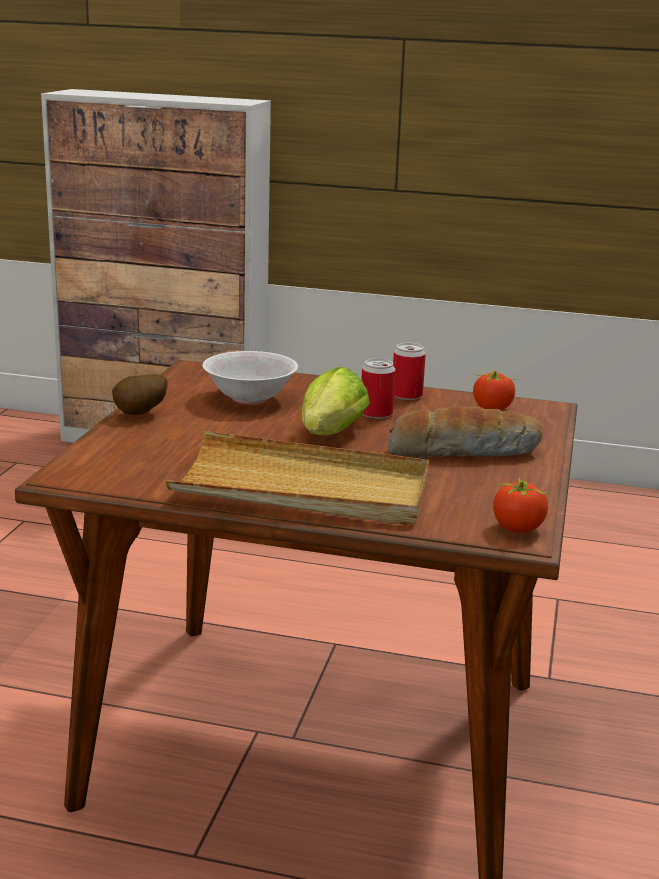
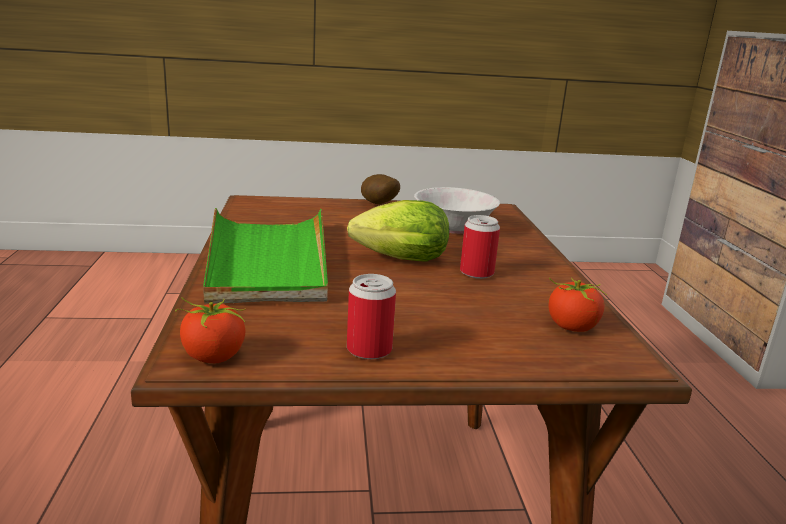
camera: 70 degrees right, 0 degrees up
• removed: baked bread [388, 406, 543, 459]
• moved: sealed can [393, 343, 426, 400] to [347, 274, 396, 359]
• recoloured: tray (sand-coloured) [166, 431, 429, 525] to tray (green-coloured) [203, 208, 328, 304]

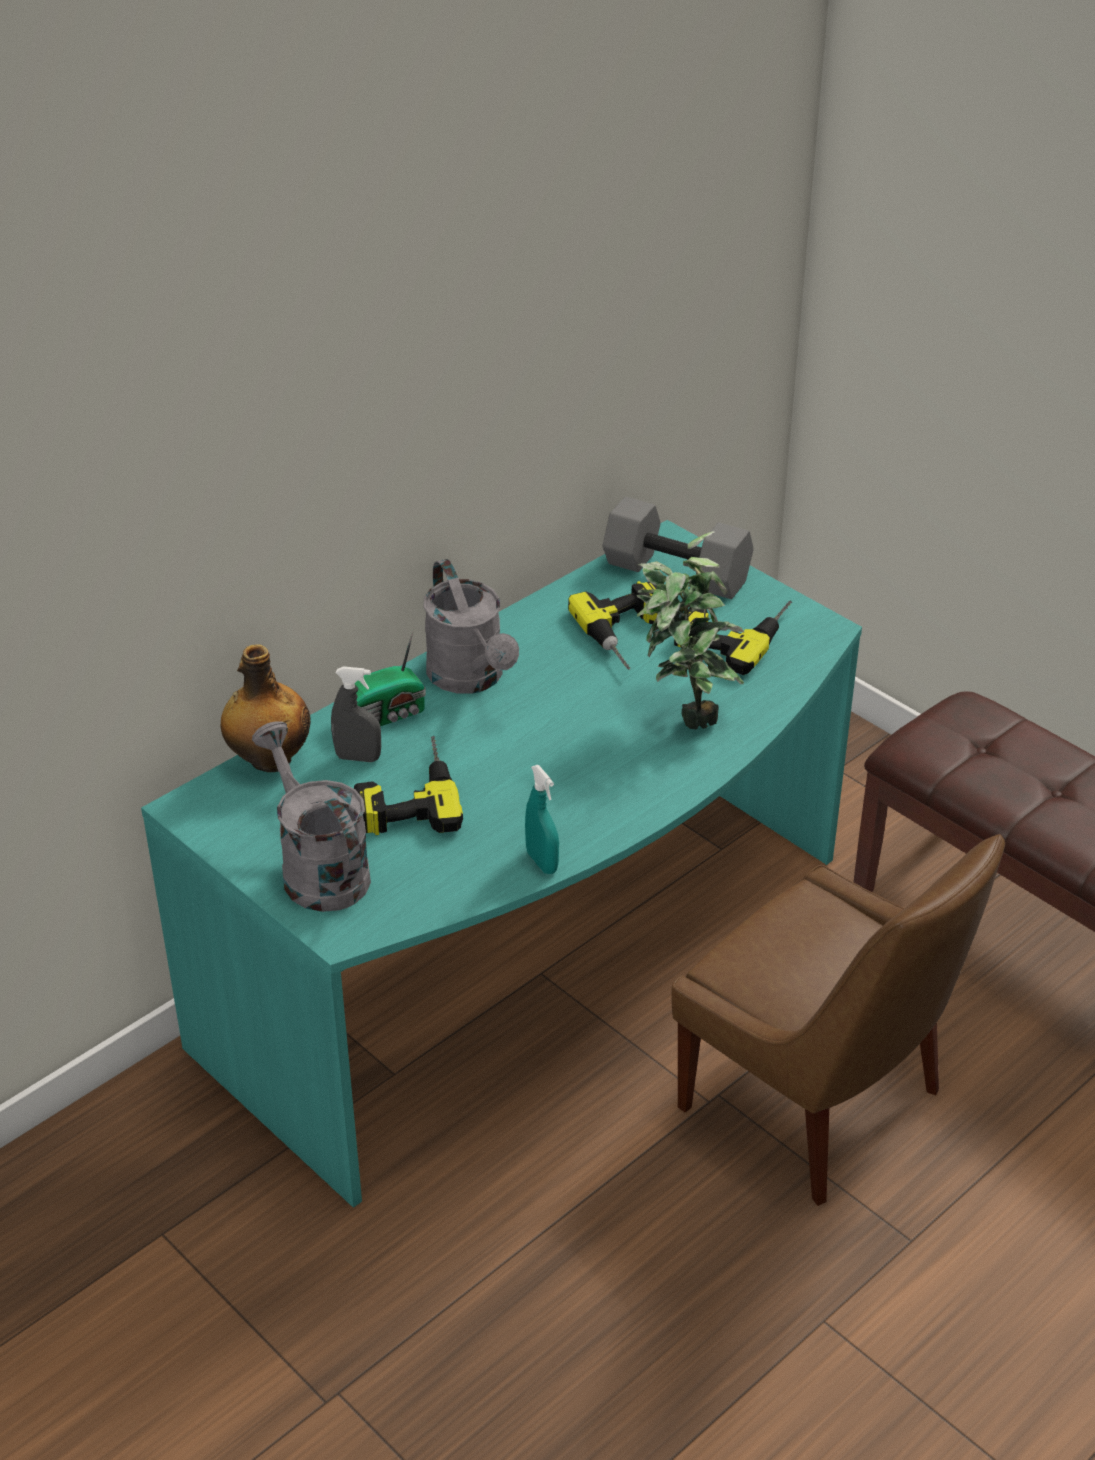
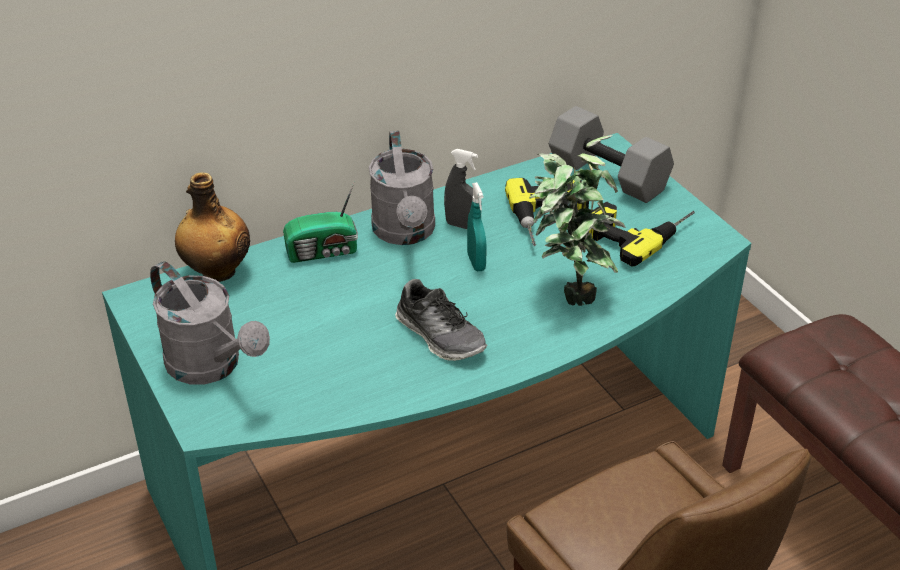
camera: 15 degrees right, 0 degrees up
• removed: electric drill [354, 736, 463, 835]
• added: item of footwear [395, 279, 488, 361]
• moved: sprayer (greyish) [331, 666, 381, 762] to [444, 149, 482, 229]
• moved: sprayer (blue-green) [525, 765, 559, 874] to [467, 182, 487, 271]
• turned: sprinkling can (greyish) [252, 721, 371, 912] = [150, 261, 270, 384] 150 degrees clockwise

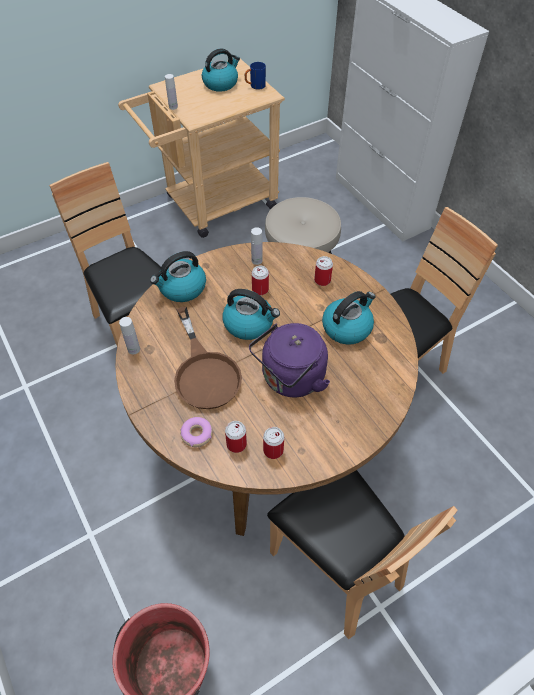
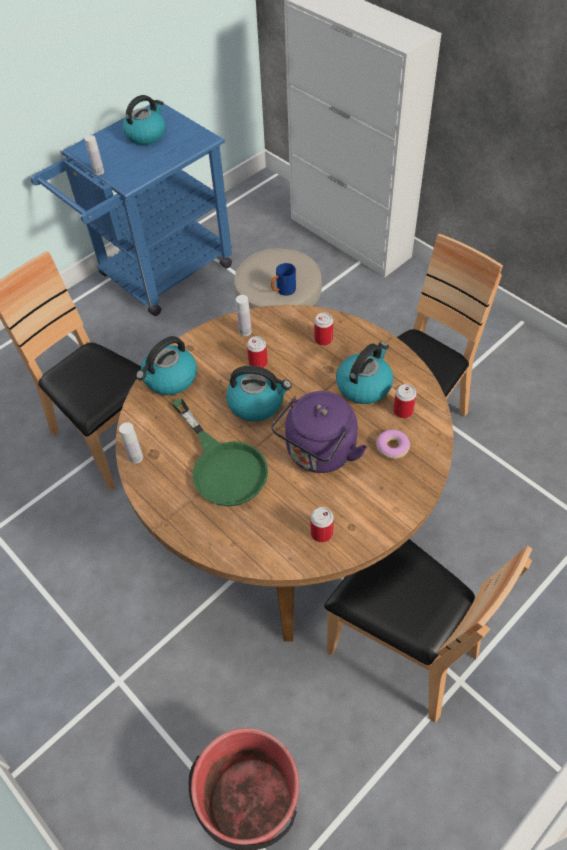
camera: 10 degrees left, 0 degrees up
• moved: ring doughnut [180, 417, 213, 447] to [376, 429, 410, 459]
• moved: sealed can [225, 421, 247, 453] to [393, 384, 417, 418]
• moved: coffee mug (blue) [245, 62, 266, 90] to [271, 263, 296, 296]
• recoloured: trolley (sand-coloured) [118, 59, 285, 238] to trolley (blue) [31, 103, 232, 316]
• recoloured: skillet (brown) [174, 307, 242, 409] to skillet (green-coloured) [172, 398, 268, 506]

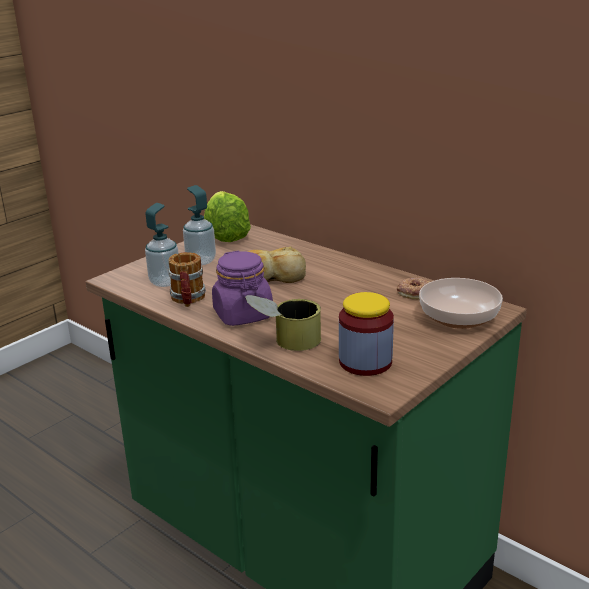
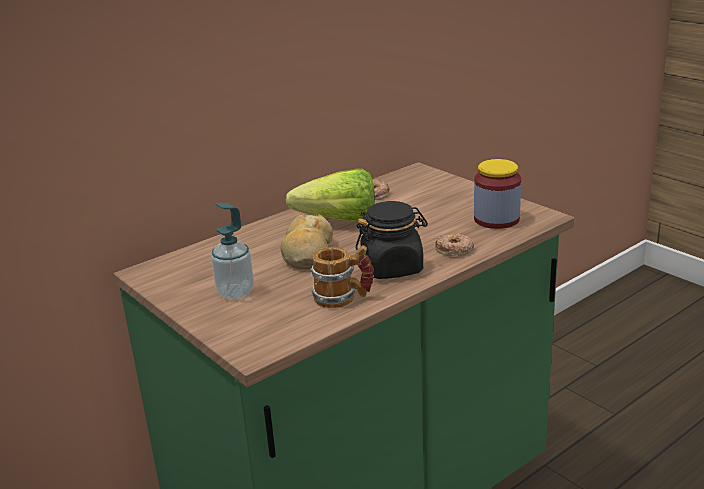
camera: 80 degrees left, 0 degrees up
• removed: soap bottle [145, 203, 179, 287]
• removed: deep dish [419, 278, 503, 329]
• moved: lettuce head [204, 191, 251, 242] to [286, 169, 375, 221]
• replaced: sealed can [245, 295, 321, 351] to ring doughnut [435, 233, 474, 256]
• recoloured: storage jar (purple) [212, 251, 273, 326] to storage jar (black-coloured) [356, 201, 428, 279]

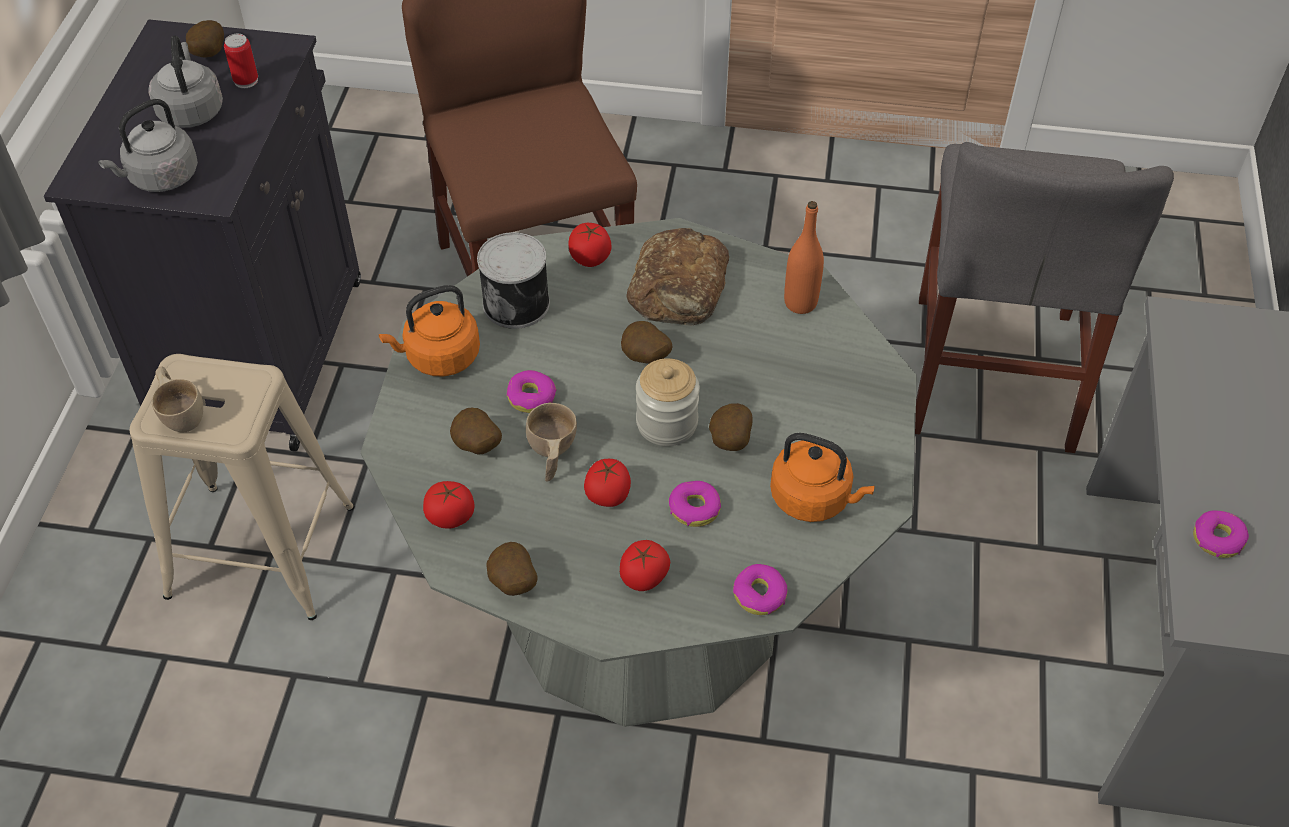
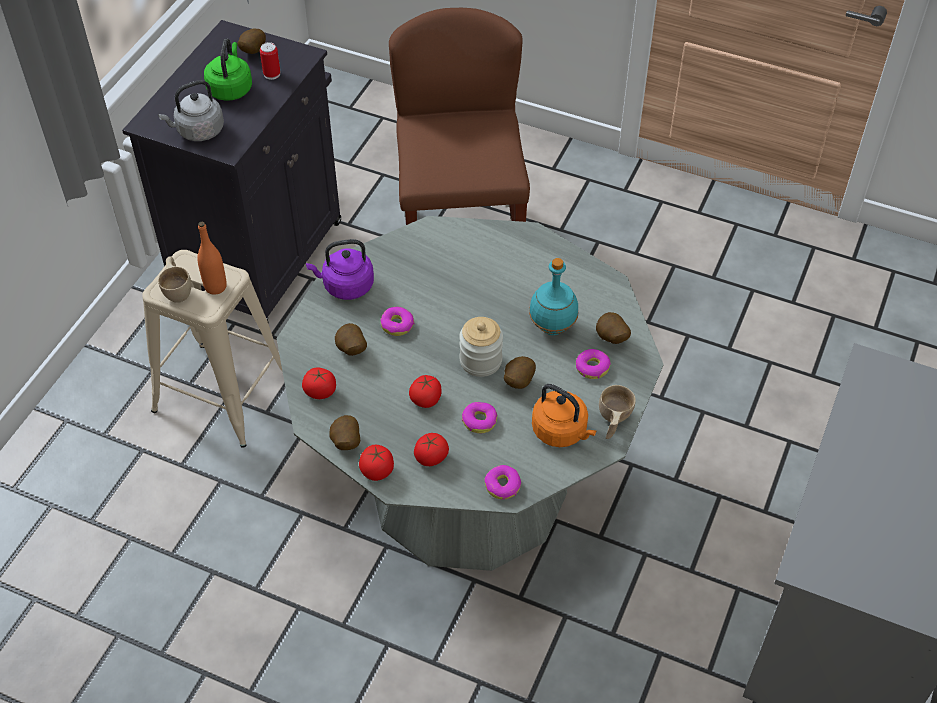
camera: 15 degrees right, 0 degrees up
• removed: sealed can [477, 232, 550, 329]
• removed: baked bread [626, 228, 729, 325]
• removed: plain chair (greyish) [915, 142, 1174, 453]
• added: bottle (blue-green) [529, 258, 578, 335]
• moved: cup (sand-coloured) [526, 403, 577, 482] to [599, 385, 636, 439]
• moved: whole tomato [568, 223, 611, 267] to [359, 445, 394, 481]
• moved: spud [621, 321, 672, 364] to [596, 312, 631, 344]
• moved: bottle (orange-coloured) [784, 201, 824, 314] to [197, 222, 227, 295]
• moved: ring doughnut [1193, 511, 1249, 558] to [576, 349, 611, 379]
• recoloured: tea kettle (greyish) [149, 36, 223, 128] to tea kettle (green-coloured) [204, 38, 252, 101]
• recoloured: tea kettle (orange-coloured) [379, 285, 480, 377] to tea kettle (purple) [306, 239, 374, 300]

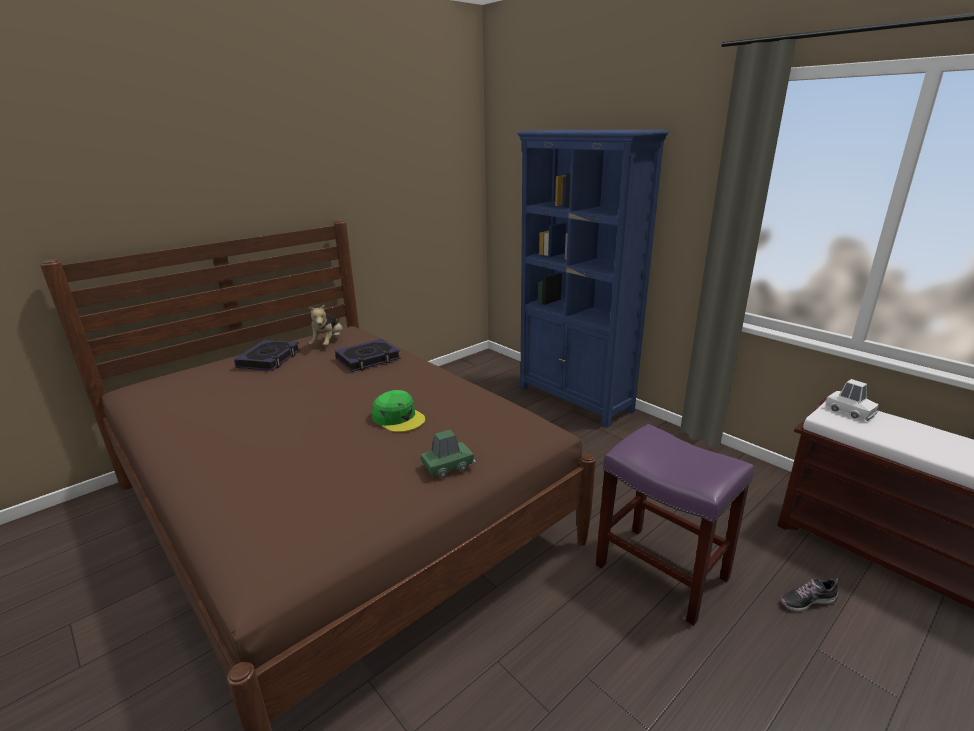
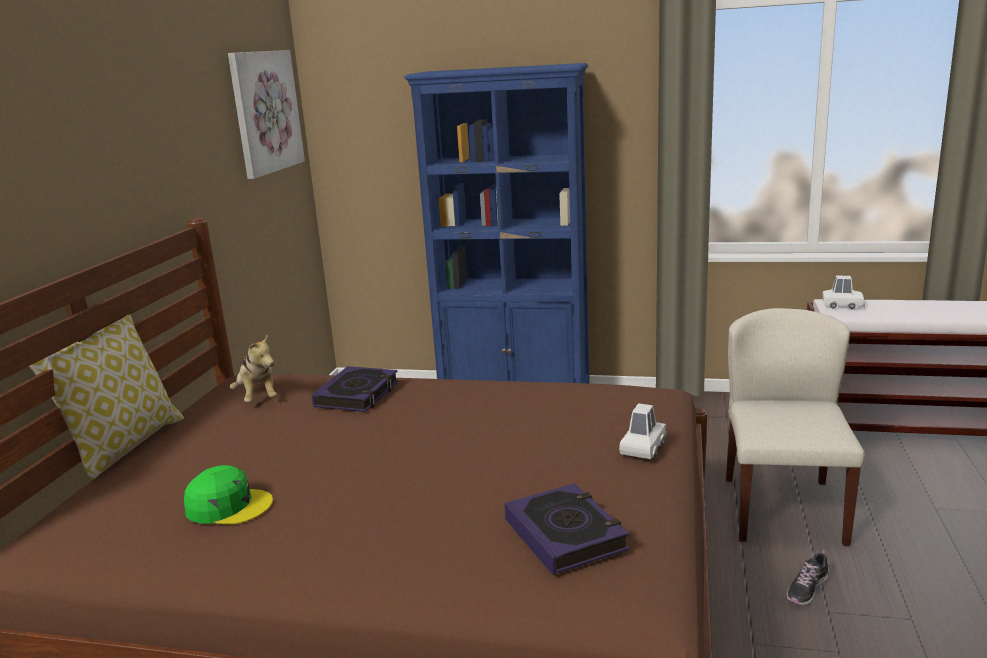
camera: 35 degrees left, 5 degrees down
• added: pillow [29, 314, 184, 481]
• added: picture [228, 50, 305, 179]
• moved: book [234, 340, 300, 371] to [504, 483, 629, 575]
• moved: baseball cap (green-coloured) [372, 390, 425, 432] to [184, 465, 273, 525]
• moved: item of footwear [780, 578, 839, 611] to [787, 550, 829, 605]
• replaced: stool (purple) [596, 424, 754, 626] to plain chair (sand-coloured) [726, 308, 865, 546]
• recoloured: toy car (green-coloured) [421, 430, 476, 477] to toy car (white-coloured) [619, 403, 667, 459]

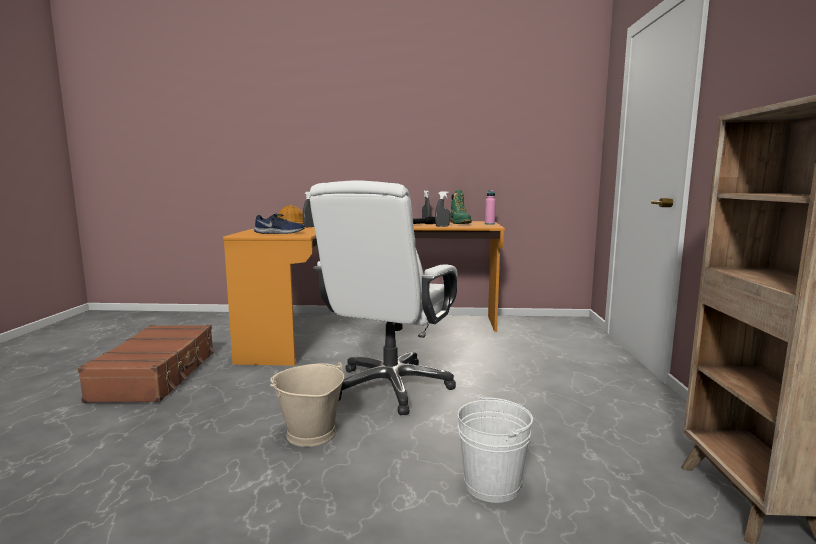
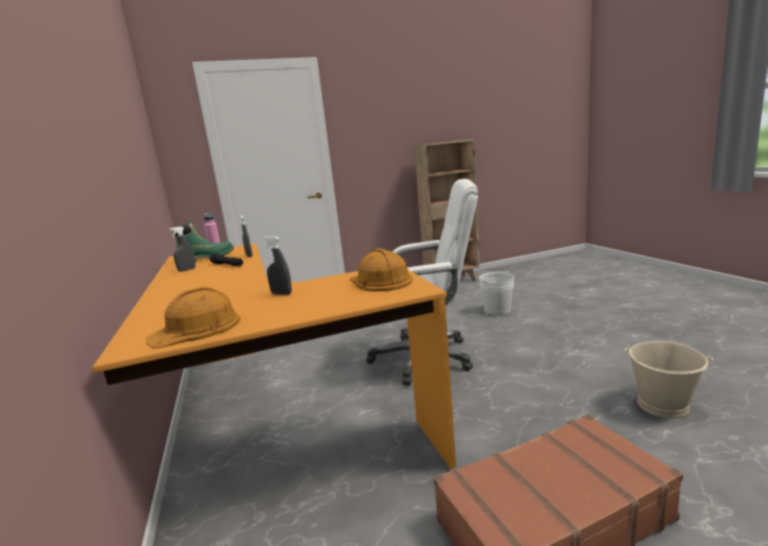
camera: 110 degrees left, 5 degrees up
• moved: pail (sand-coloured) [270, 362, 344, 447] to [625, 341, 713, 418]
• replaced: item of footwear (blue) [254, 214, 305, 234] to safety helmet (orange-coloured) [349, 248, 413, 291]

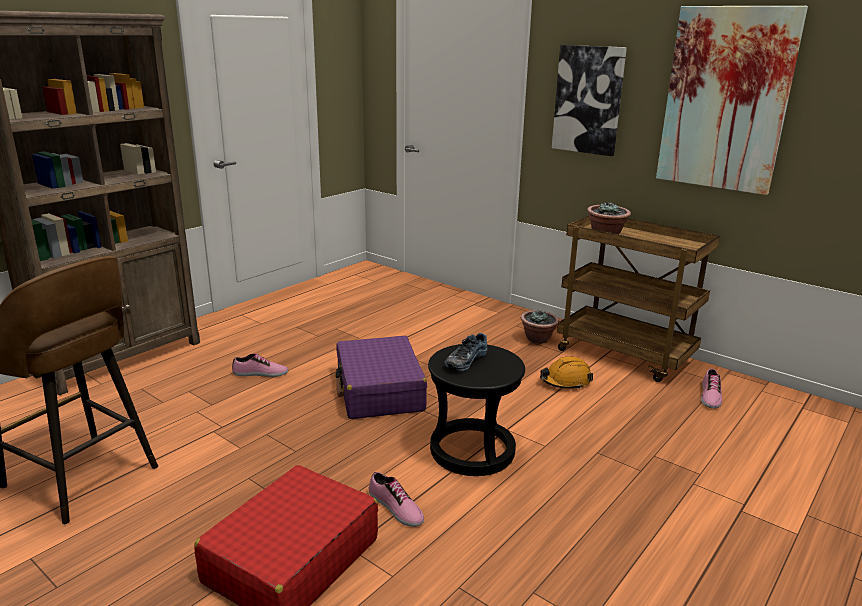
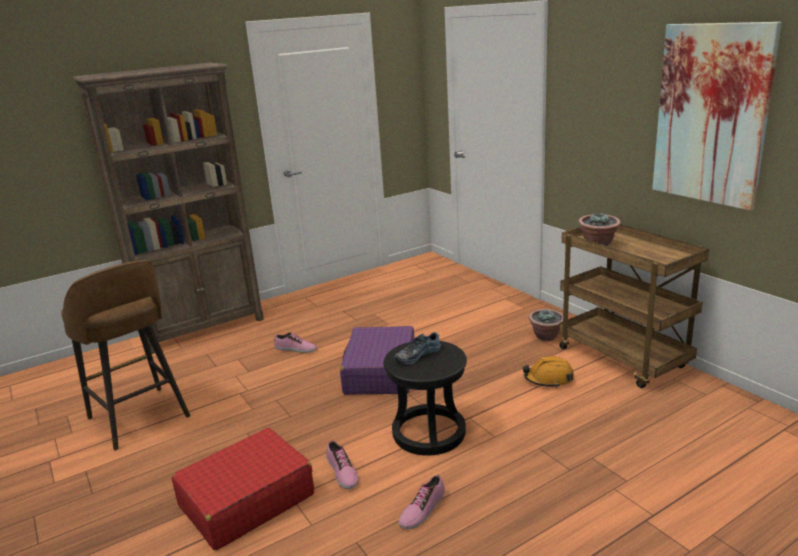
camera: 20 degrees right, 0 degrees up
• removed: picture [552, 45, 627, 156]
• moved: item of footwear [701, 369, 722, 409] to [399, 475, 445, 529]

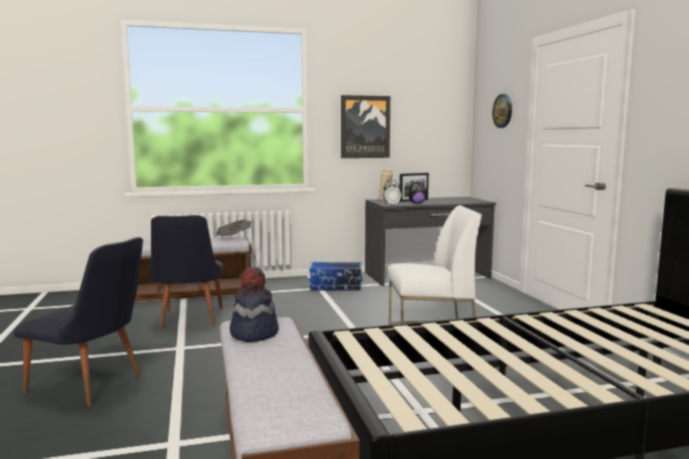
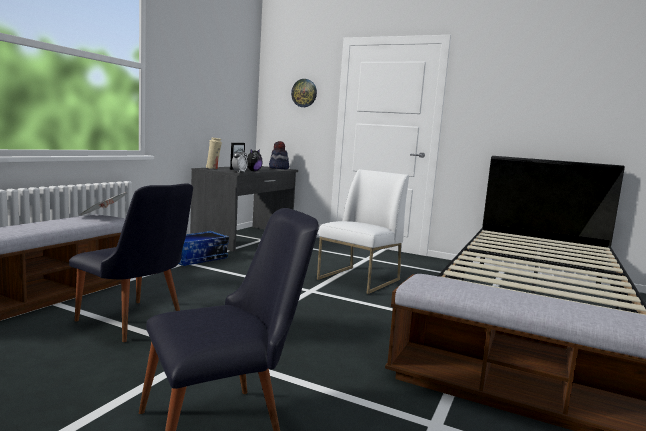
camera: 50 degrees left, 0 degrees up
• removed: picture [341, 95, 390, 158]
• moved: wearable hat [230, 267, 279, 342] to [269, 141, 289, 170]

